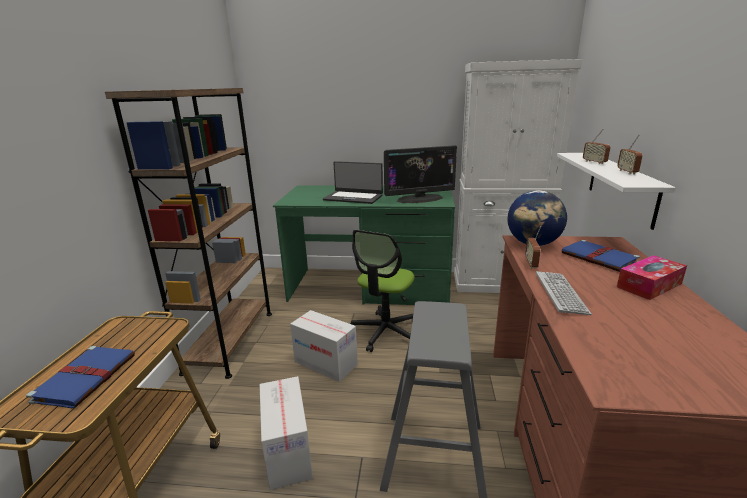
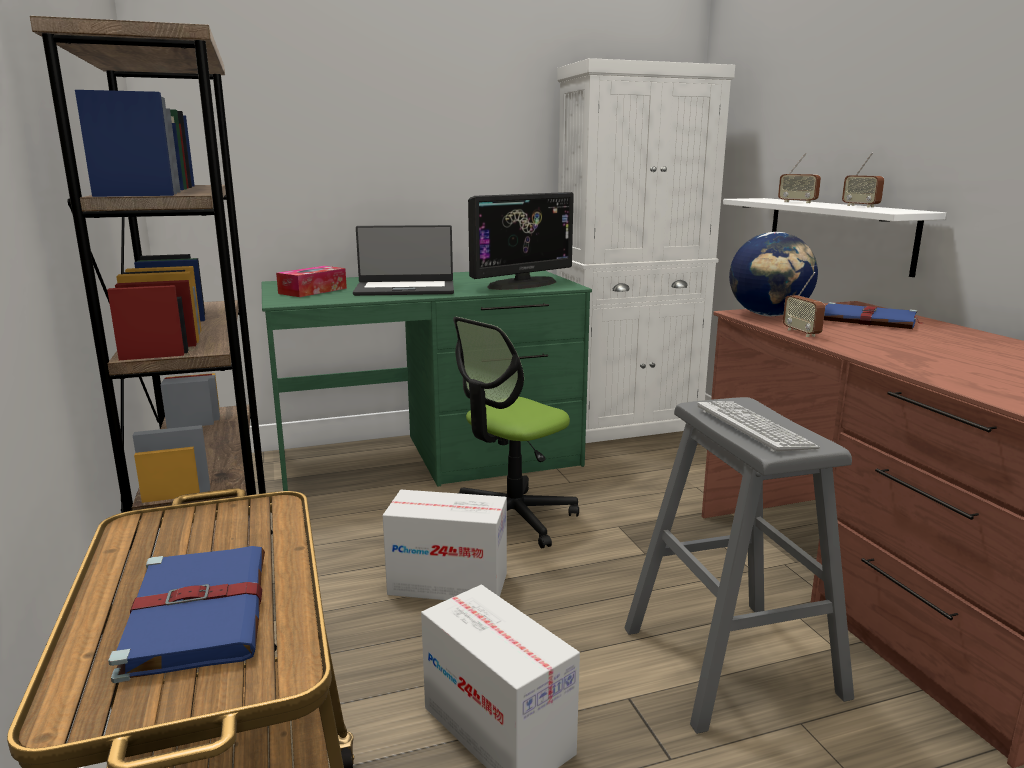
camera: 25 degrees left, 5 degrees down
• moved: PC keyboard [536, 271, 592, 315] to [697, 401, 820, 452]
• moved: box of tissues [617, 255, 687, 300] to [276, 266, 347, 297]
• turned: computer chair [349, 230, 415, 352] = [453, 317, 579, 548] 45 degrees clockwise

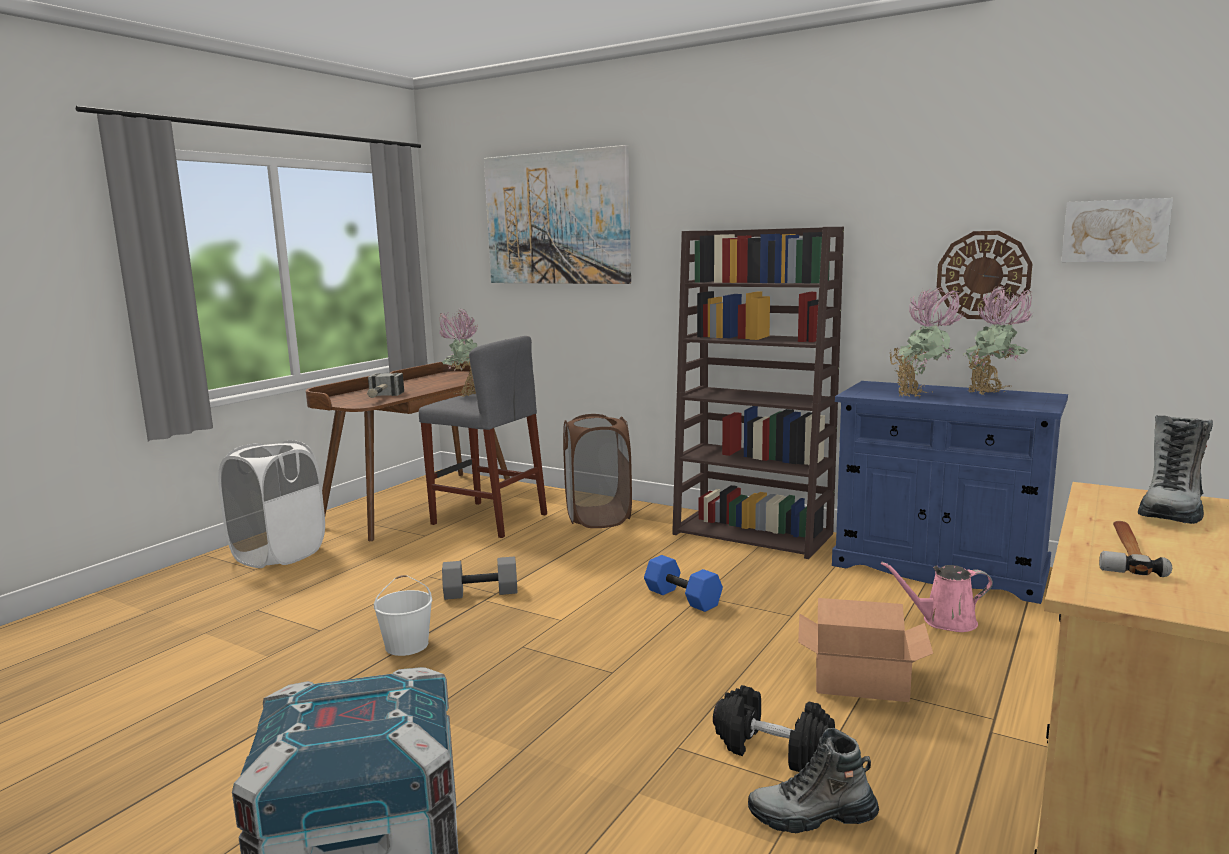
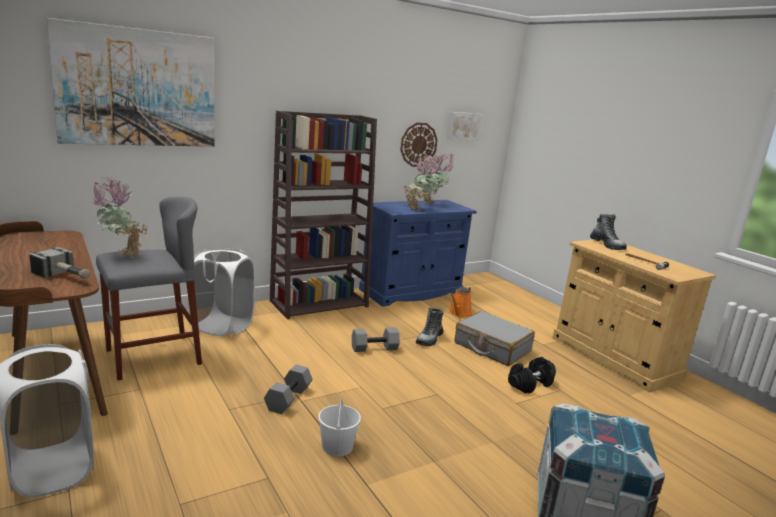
camera: 65 degrees left, 5 degrees up
• moved: boot [748, 728, 879, 833] to [416, 308, 443, 346]
• replaced: packing box [798, 598, 933, 702] to suitcase (greyish) [455, 311, 535, 366]
• recoloured: washing basket (brown) [563, 414, 632, 528] to washing basket (white-coloured) [189, 248, 255, 336]
• recoloured: free weight (blue) [644, 555, 723, 612] to free weight (greyish) [352, 327, 400, 352]
• recoloured: sprinkling can (pink-coloured) [881, 562, 993, 632] to sprinkling can (orange-coloured) [449, 286, 472, 317]

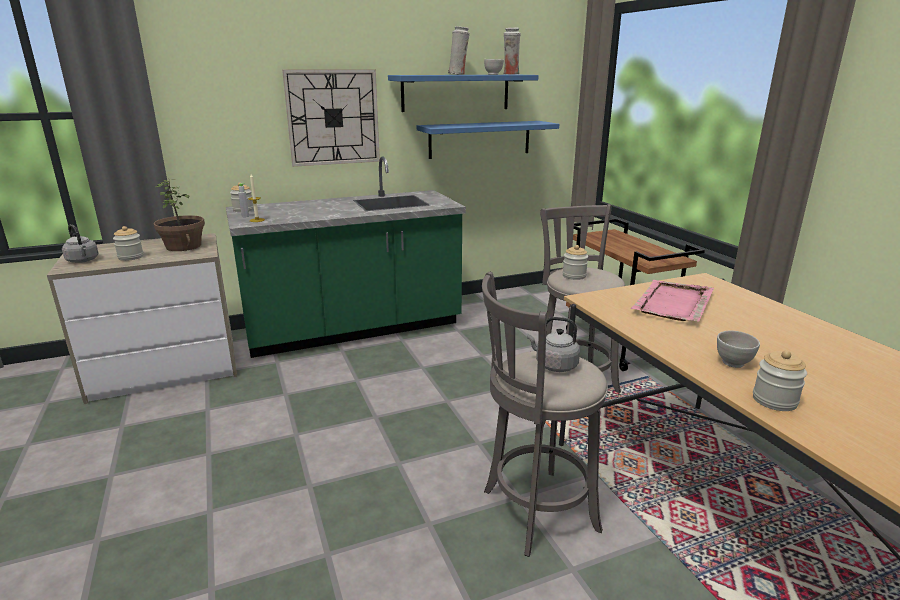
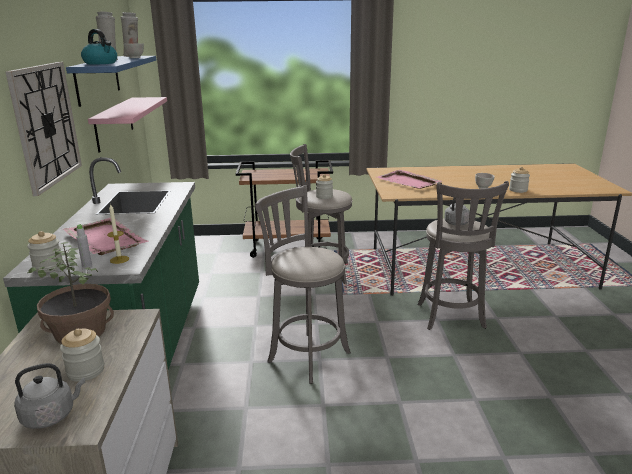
camera: 70 degrees left, 0 degrees up
• added: tray (pink-coloured) [63, 218, 149, 255]
• added: tea kettle [81, 29, 117, 65]
• added: stool (greyish) [255, 185, 351, 384]
• recoloured: bracket shelf (blue) [417, 121, 559, 159] to bracket shelf (pink-coloured) [88, 97, 167, 153]

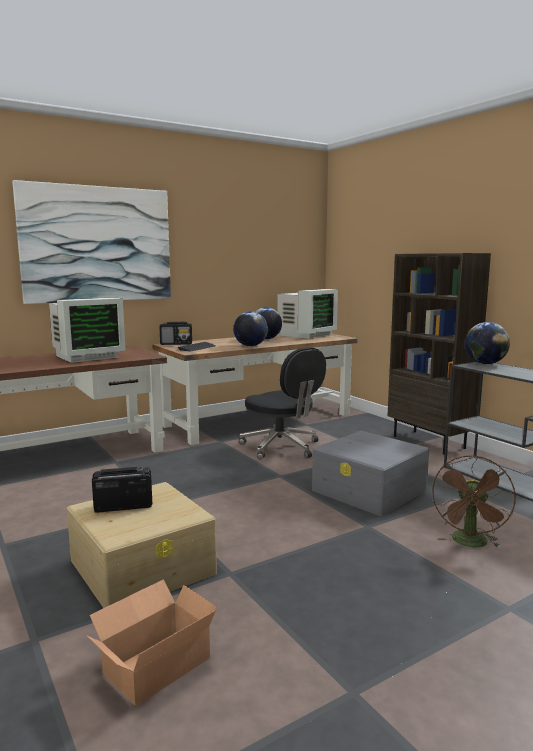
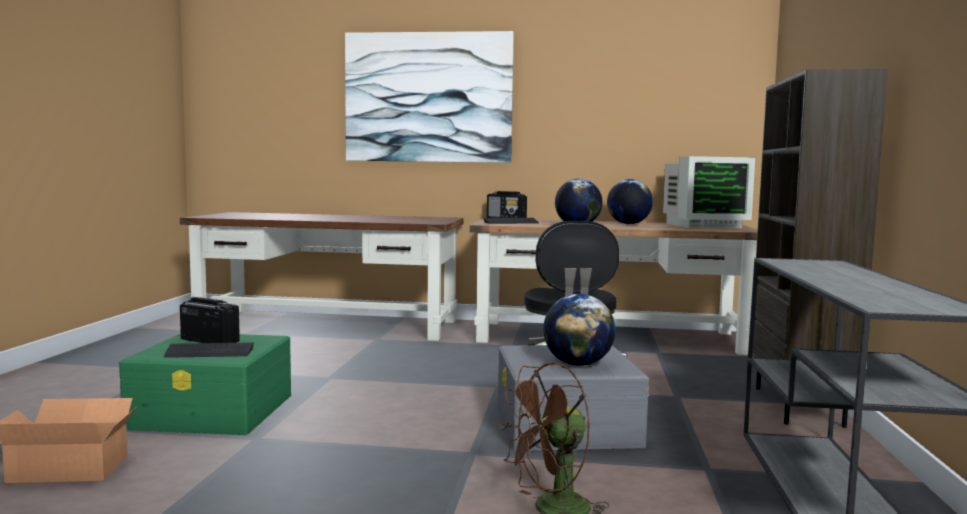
camera: 40 degrees right, 5 degrees down
• removed: monitor [49, 297, 126, 363]
• added: PC keyboard [164, 342, 254, 358]
• moved: globe [465, 322, 510, 364] to [543, 294, 616, 366]
• recoloured: storage container (sand-coloured) [67, 482, 217, 608] to storage container (green-coloured) [119, 334, 291, 435]

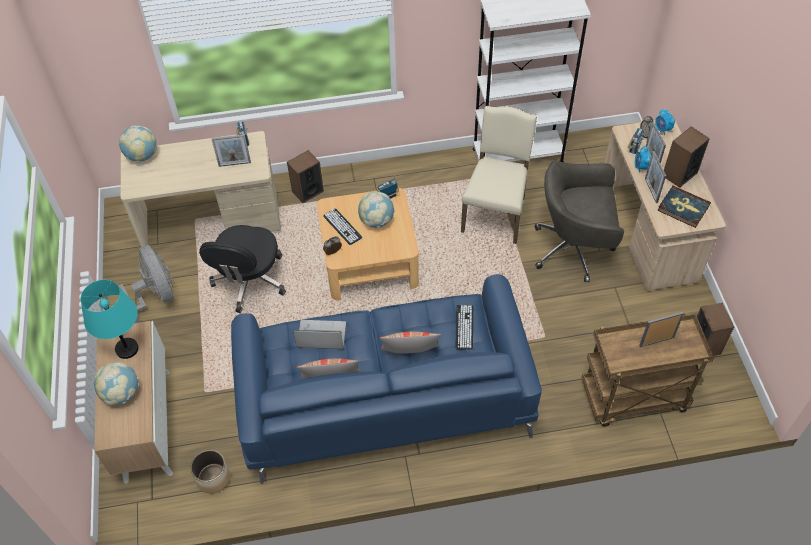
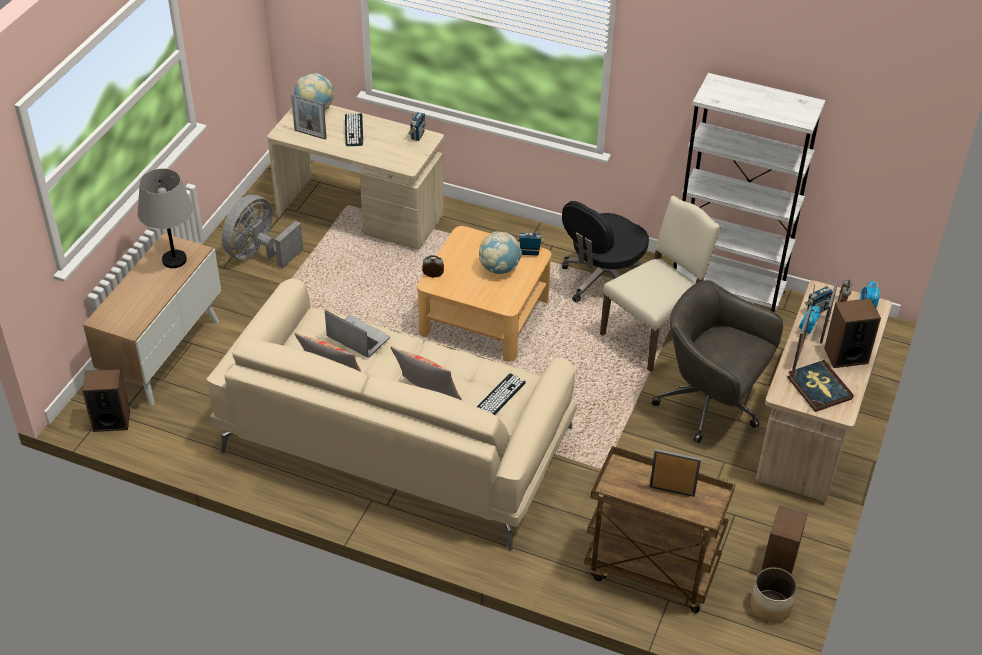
camera: 30 degrees right, 10 degrees down
• removed: globe [94, 362, 139, 405]
• moved: planter [190, 450, 230, 494] to [750, 567, 797, 622]
• moved: computer chair (black-coloured) [199, 225, 286, 313] to [562, 201, 649, 303]
• moved: standing frame [212, 134, 251, 167] to [291, 94, 327, 140]
• moved: speaker [287, 150, 324, 203] to [82, 369, 130, 432]
• moved: PC keyboard [323, 208, 362, 245] to [345, 113, 363, 146]
• recoloured: tabletop lamp (blue-green) [81, 280, 139, 359] to tabletop lamp (greyish) [138, 169, 193, 268]
• recoloured: couch (blue) [231, 274, 542, 484] to couch (sand-coloured) [207, 279, 577, 550]
• turned: cooling fan (greyish) [119, 245, 174, 323] = [222, 194, 303, 268] 150 degrees counterclockwise

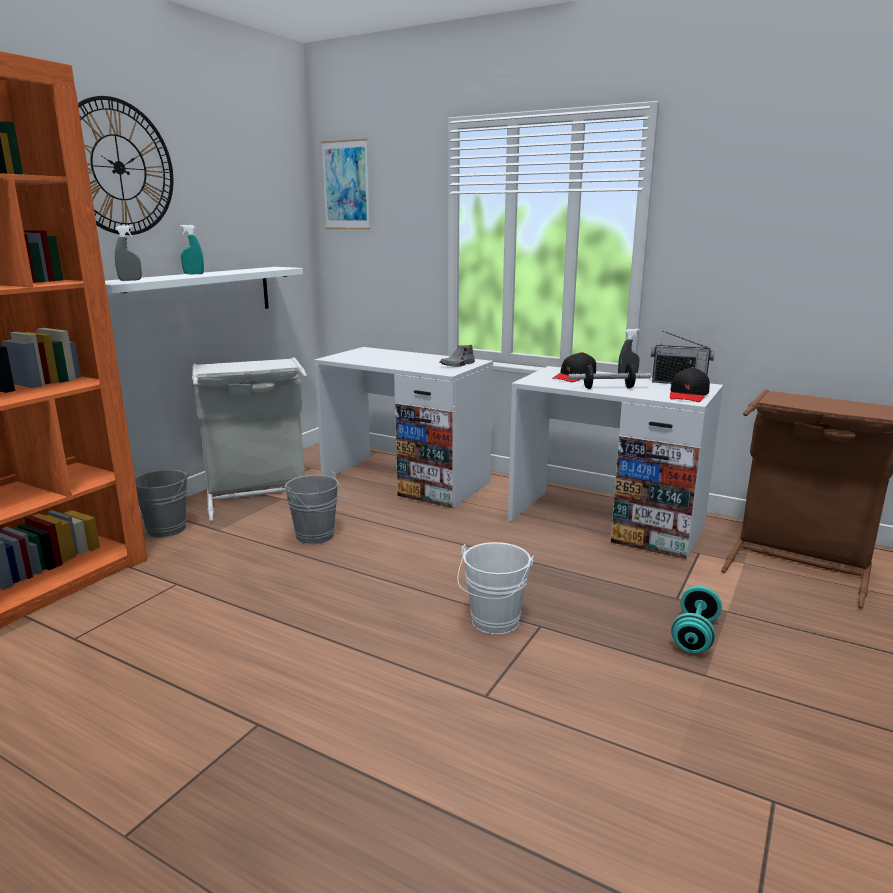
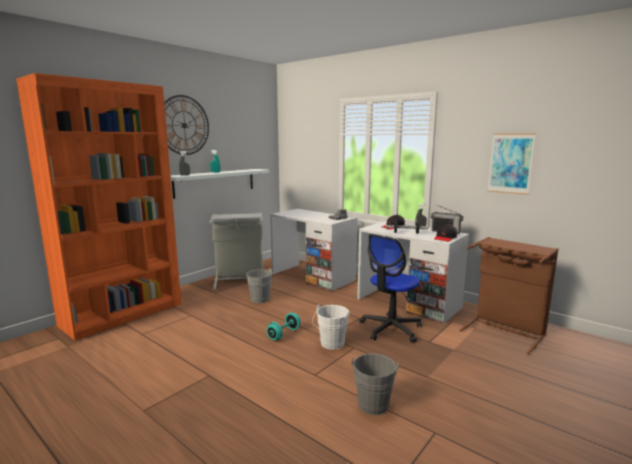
camera: 10 degrees right, 5 degrees down
• added: computer chair [359, 234, 422, 343]
• moved: pail (greyish) [135, 469, 188, 538] to [352, 354, 399, 415]
• moved: picture [321, 139, 370, 230] to [488, 133, 536, 195]
• moved: free weight (blue-green) [671, 586, 722, 653] to [267, 313, 301, 340]

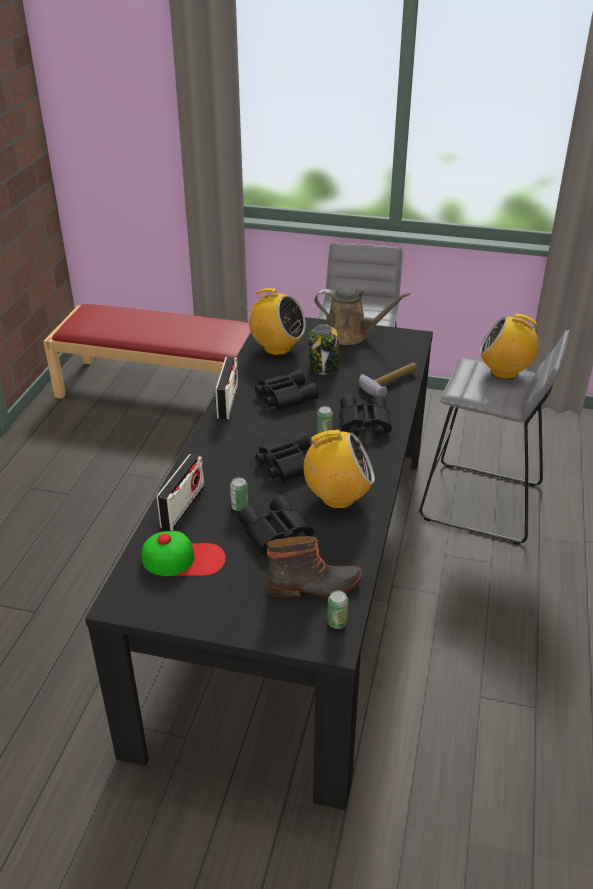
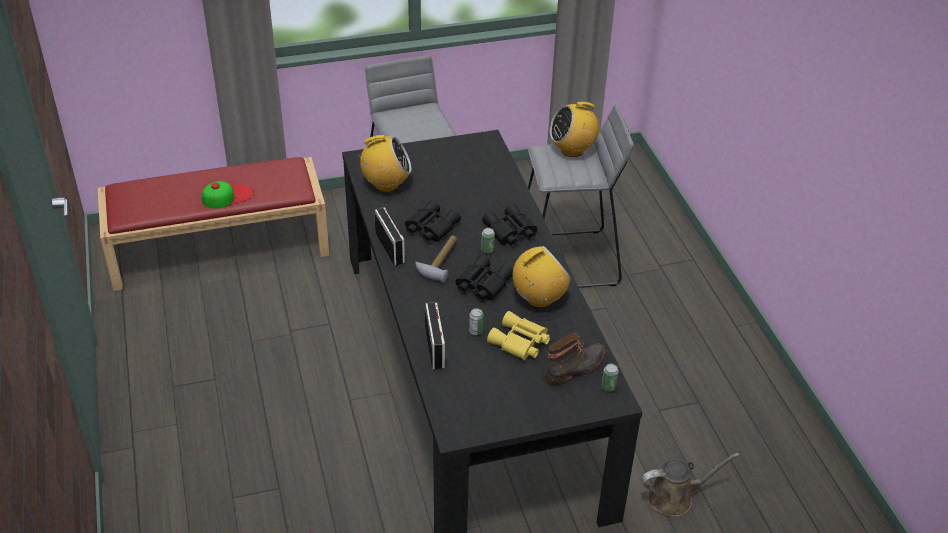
camera: 30 degrees left, 5 degrees up
• removed: storage jar [308, 324, 340, 375]
• moved: baseball cap [142, 531, 226, 576] to [202, 181, 253, 208]
• moved: sprinkling can (brown) [314, 288, 410, 345] to [641, 453, 739, 517]
• moved: hand hammer [359, 363, 417, 397] to [415, 235, 457, 283]
• recoloured: pair of binoculars (black-coloured) [238, 495, 314, 555] to pair of binoculars (yellow) [487, 311, 550, 360]

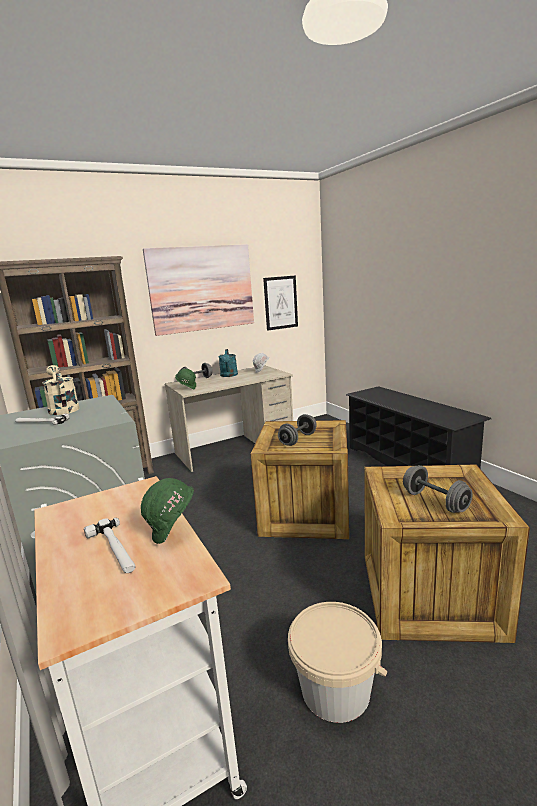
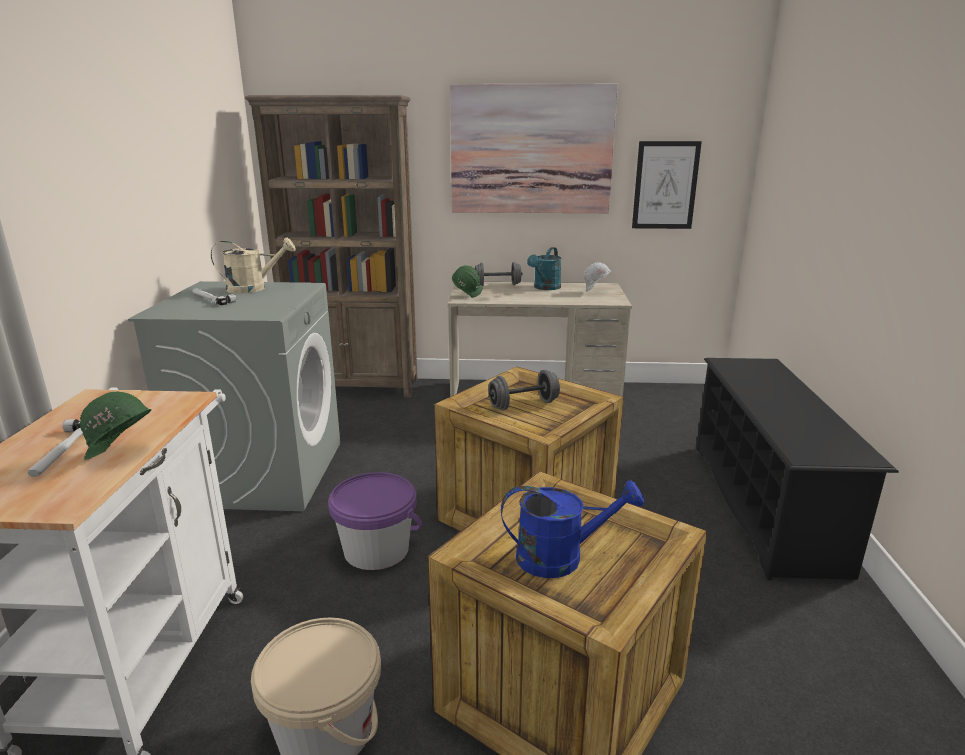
camera: 30 degrees right, 5 degrees up
• added: pail (purple) [328, 472, 422, 570]
• replaced: free weight (greyish) [403, 465, 473, 513] to sprinkling can (blue) [501, 480, 644, 578]
• turned: sprinkling can (sand-coloured) [42, 365, 80, 415] = [211, 237, 296, 294] 75 degrees clockwise

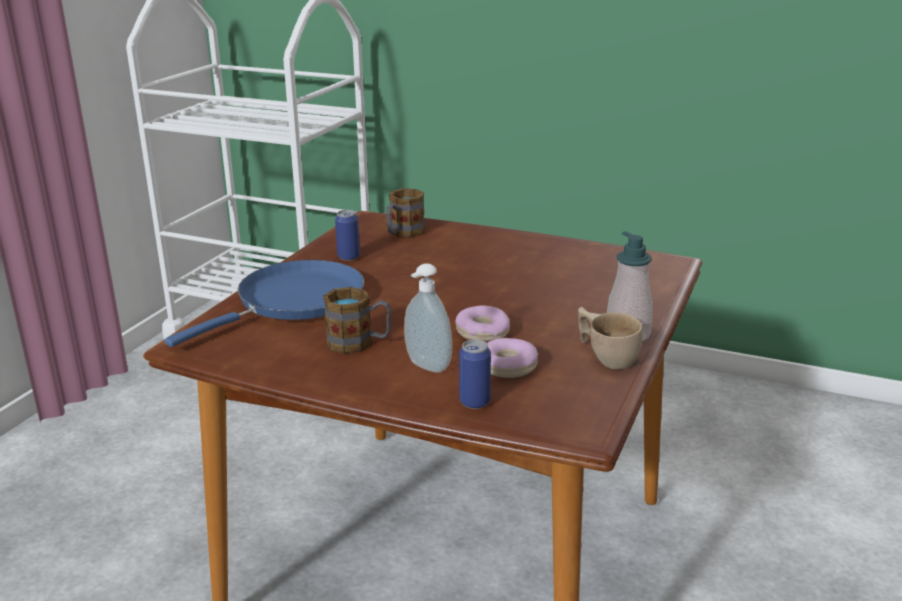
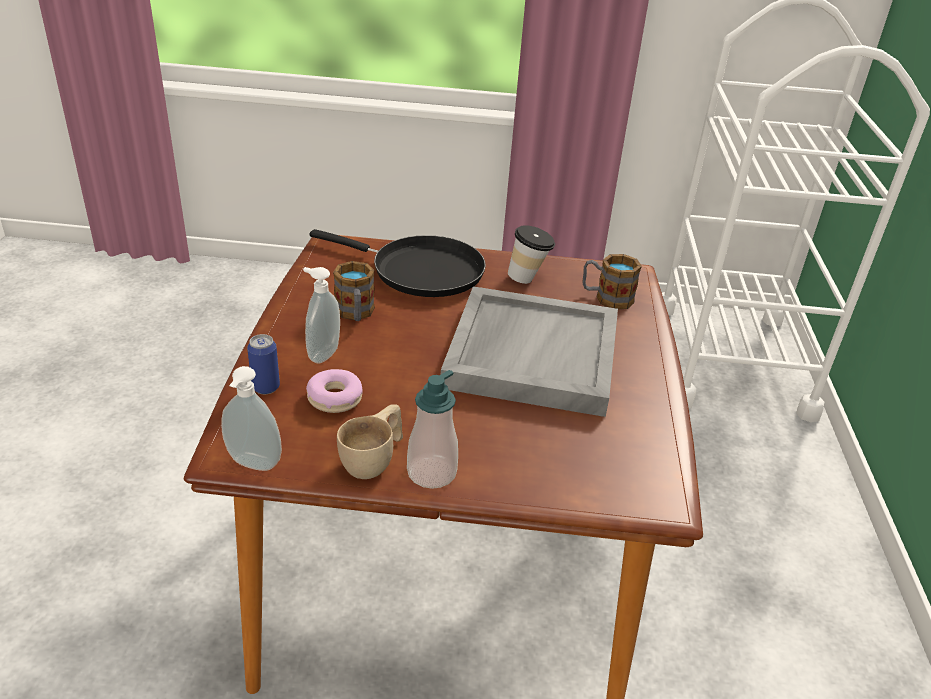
camera: 70 degrees right, 10 degrees up
• removed: ring doughnut [455, 305, 510, 342]
• added: soap bottle [221, 366, 282, 471]
• added: tray (greyish) [441, 286, 618, 417]
• replaced: sealed can [335, 210, 360, 260] to cup [508, 225, 555, 284]
• recoloured: skillet (blue) [165, 260, 364, 347] to skillet (black-coloured) [309, 229, 486, 297]

